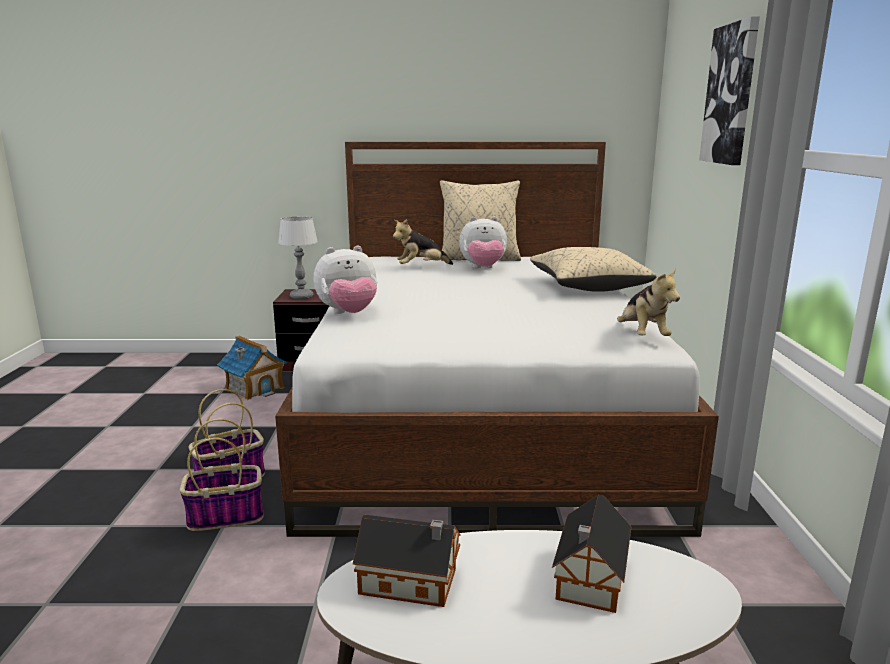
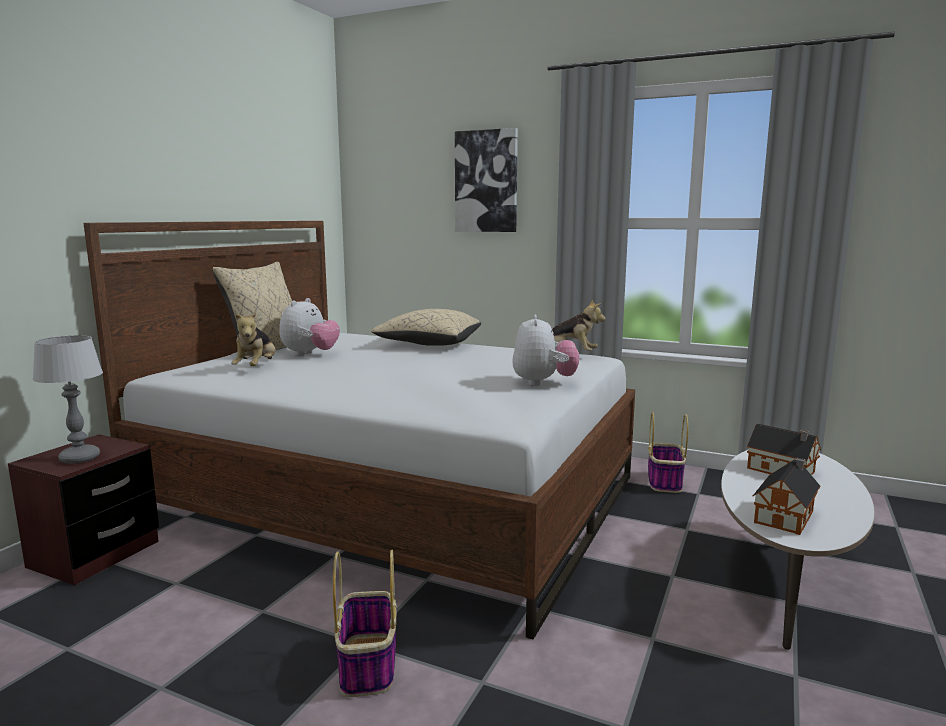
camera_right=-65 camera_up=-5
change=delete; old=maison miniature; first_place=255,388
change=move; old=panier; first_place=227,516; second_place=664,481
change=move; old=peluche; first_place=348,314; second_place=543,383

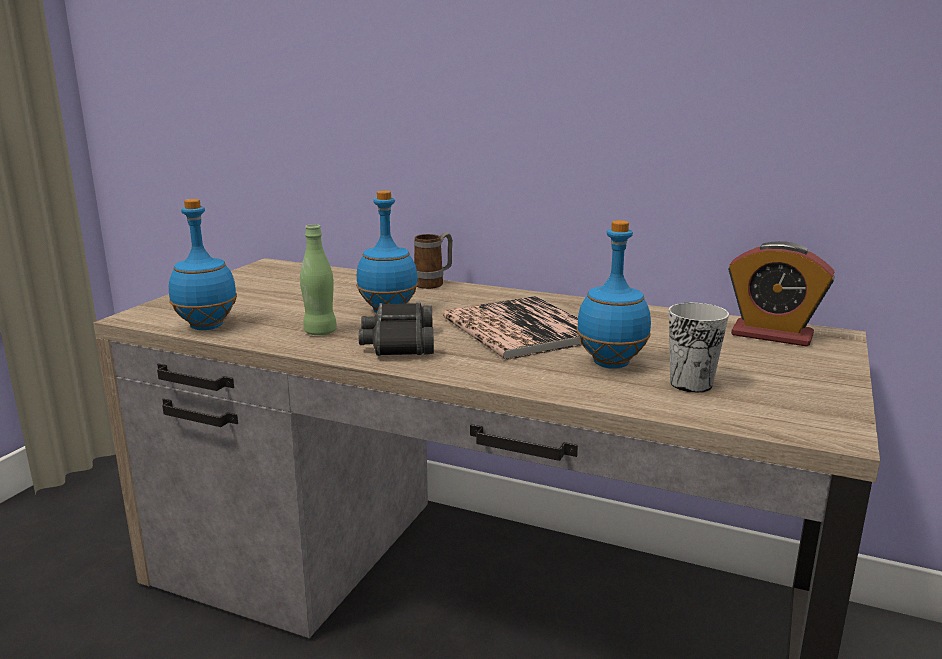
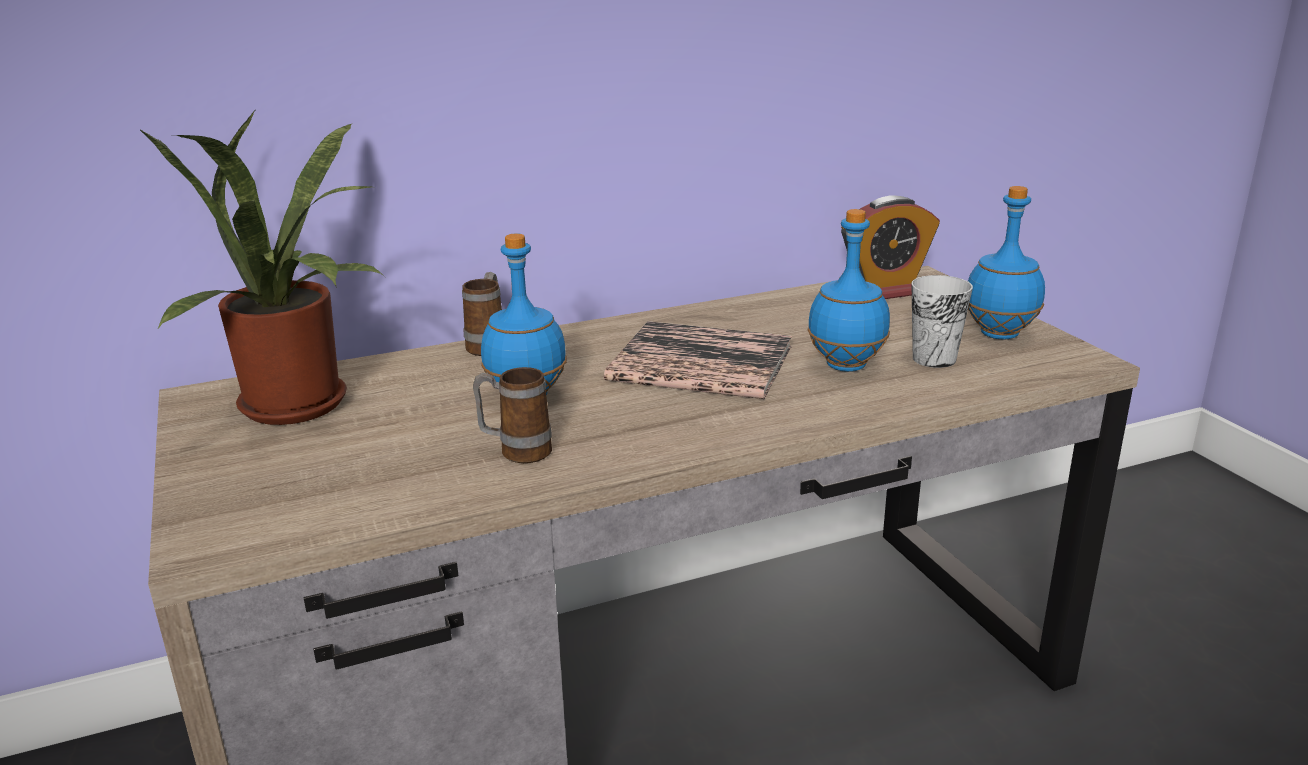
camera_right=-45 camera_up=5
change=delete; old=jumelles (noir); first_place=398,343
change=insert; new=plante en pot; second_place=303,407
change=move; old=bouteille (bleu); first_place=207,326; second_place=998,334
change=replace; old=bouteille (vert); new=mug; first_place=320,332; second_place=516,452

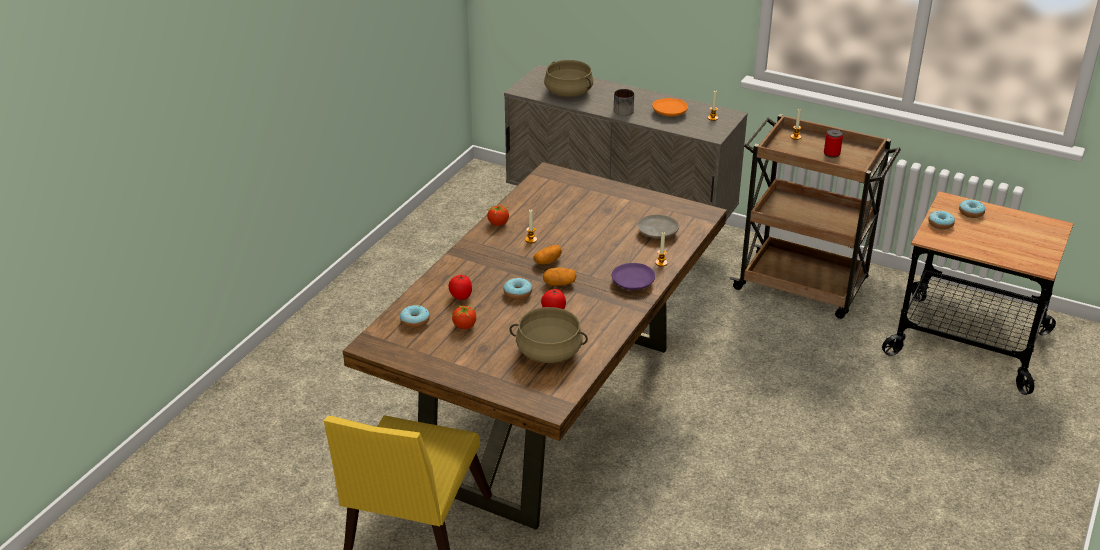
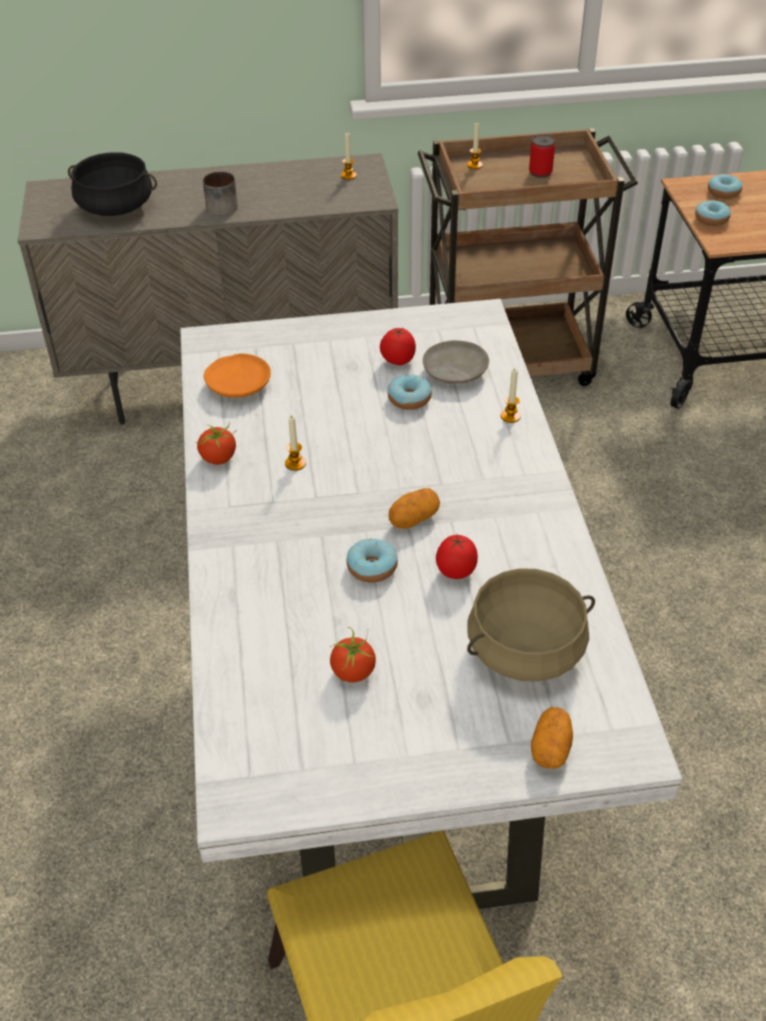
camera_right=-35 camera_up=10
change=delete; old=assiette (violet); first_place=632,283
change=move; old=beignet; first_place=415,321; second_place=409,399
change=move; old=tomate; first_place=461,297; second_place=397,361
change=move; old=pomme de terre; first_place=547,261; second_place=551,748
change=move; old=assiette (orange); first_place=669,112; second_place=239,384
change=recolor; old=table à manger (marron); new=table à manger (blanc); first_place=549,412; second_place=383,697
change=recolor; old=marmite (beige); new=marmite (noir); first_place=569,92; second_place=116,206

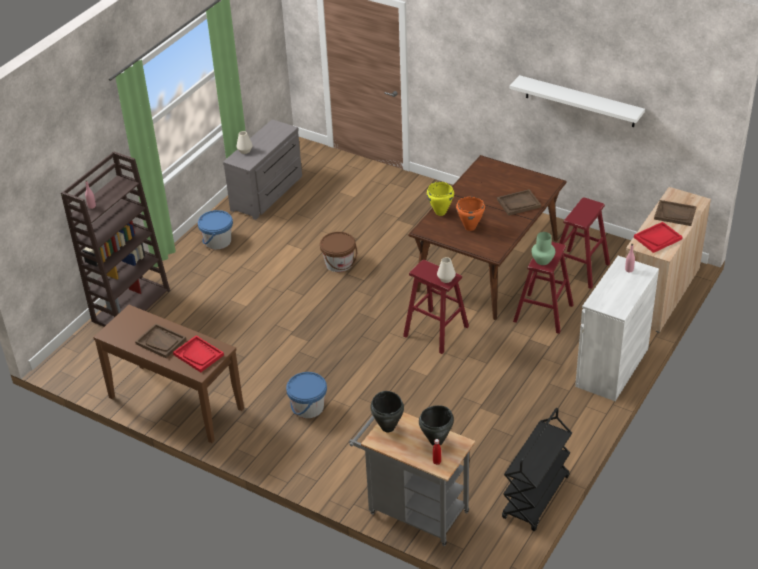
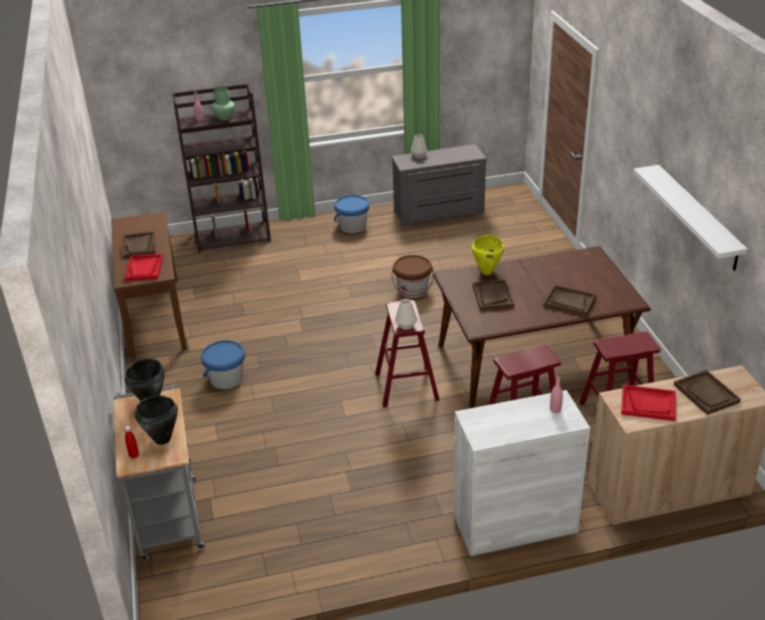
camera_right=45 camera_up=-5
change=delete; old=chariot (noir); first_place=536,498
change=move; old=vase (vert); first_place=542,261; second_place=224,117
change=replace; old=marmite (orange); new=plateau (marron); first_place=470,227; second_place=492,296

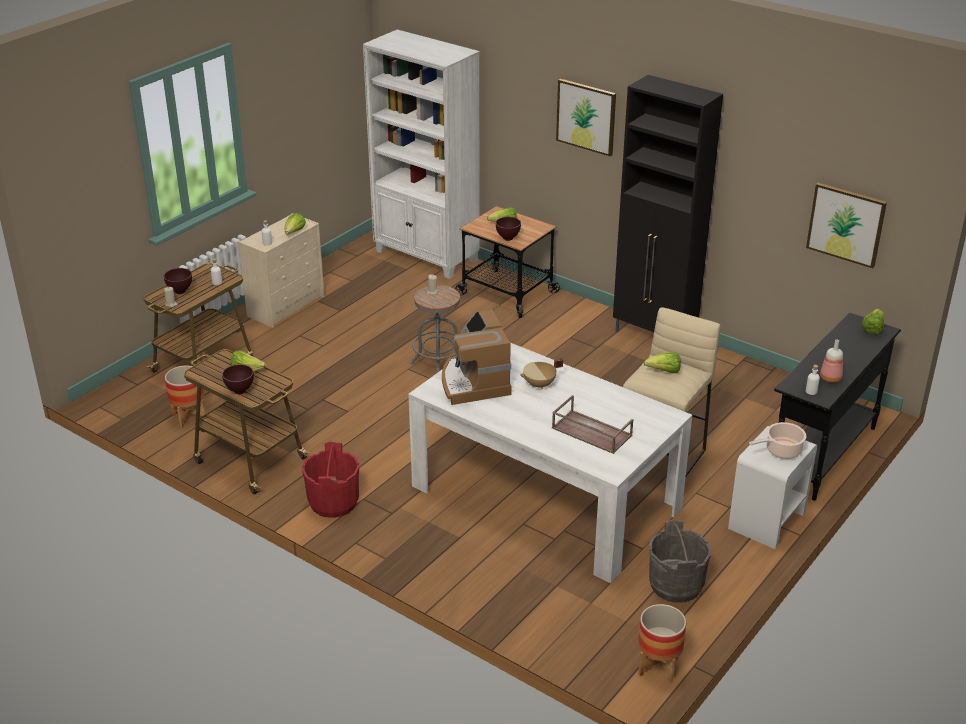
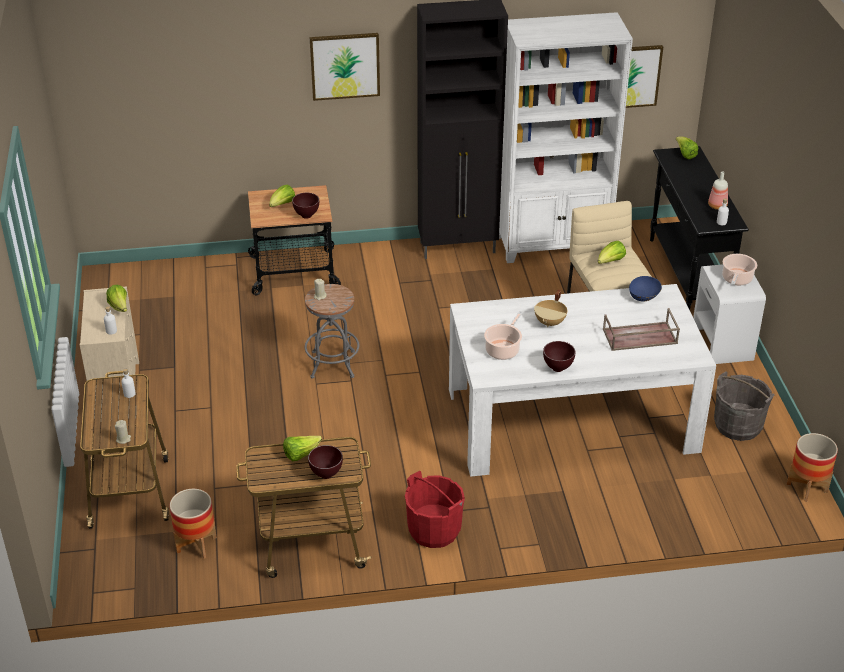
camera_right=-45 camera_up=5
change=insert; new=bol (bleu); second_place=644,297
change=move; old=bol (marron); first_place=180,292; second_place=558,369
change=move; old=bibliothèque (blanc); first_place=426,257; second_place=553,245
change=replace; old=machine à café; new=marmite; first_place=473,382; second_place=503,349

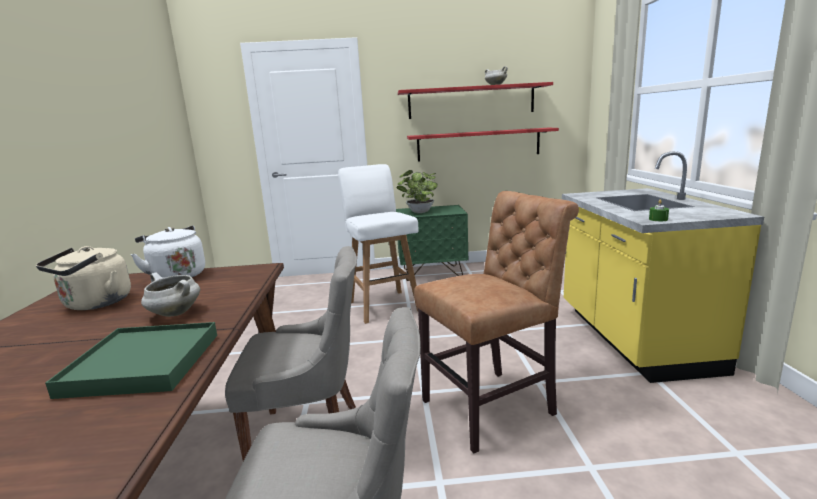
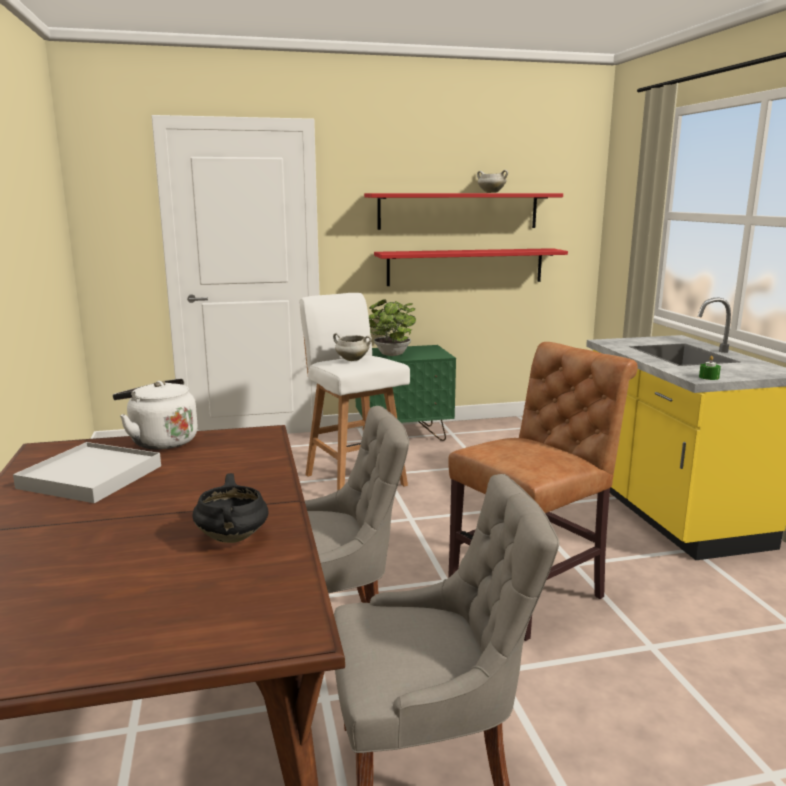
camera_right=-10 camera_up=0
change=move; old=marmite (blanc); first_place=174,313; second_place=351,360
change=replace; old=bouilloire (beige); new=plateau (blanc); first_place=95,304; second_place=90,477
change=replace; old=plateau (vert); new=marmite (noir); first_place=143,364; second_place=233,538

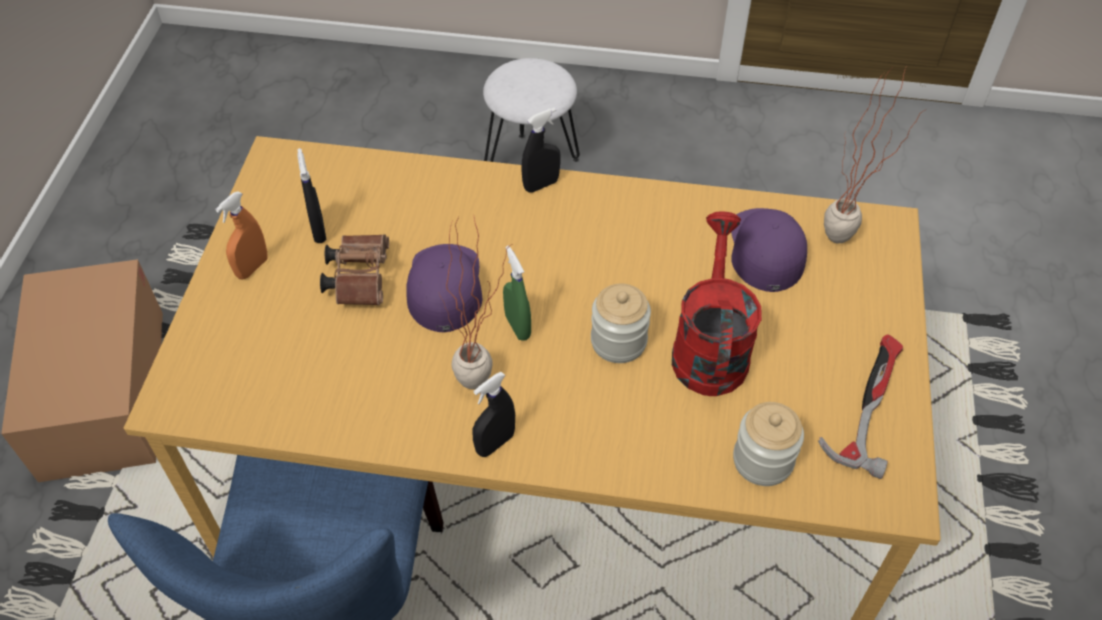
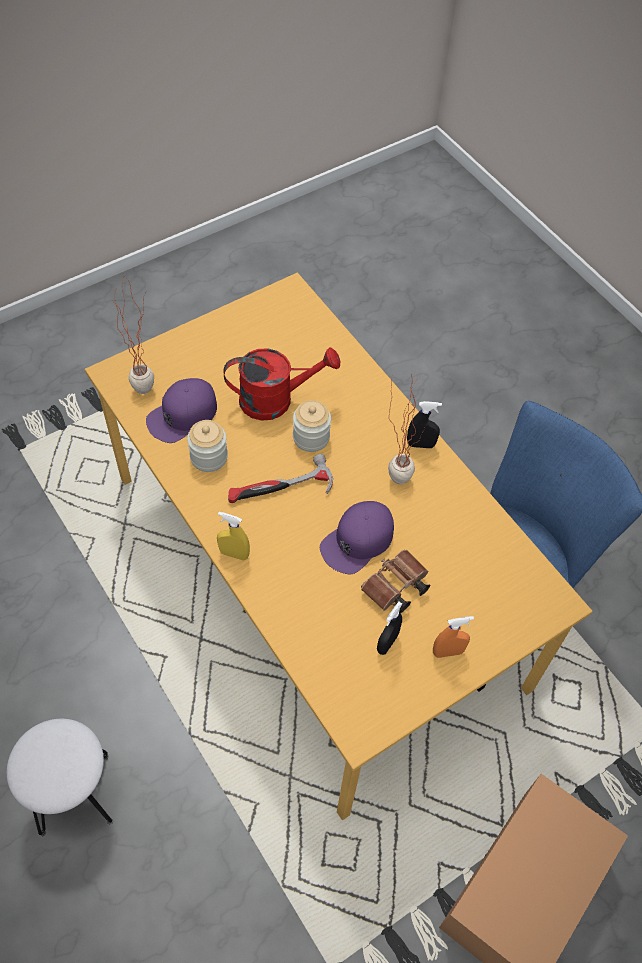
camera_right=-135 camera_up=5
change=delete; old=vaporisateur (vert); first_place=517,326
change=move; old=bocal; first_place=763,460; second_place=209,457
change=move; old=marteau; first_place=866,404; second_place=280,489
change=recolor; old=vaporisateur (noir); new=vaporisateur (jaune); first_place=541,185; second_place=234,554
change=rotate; old=arrosoir (rouge); first_place=709,347; second_place=276,399; degrees=-150

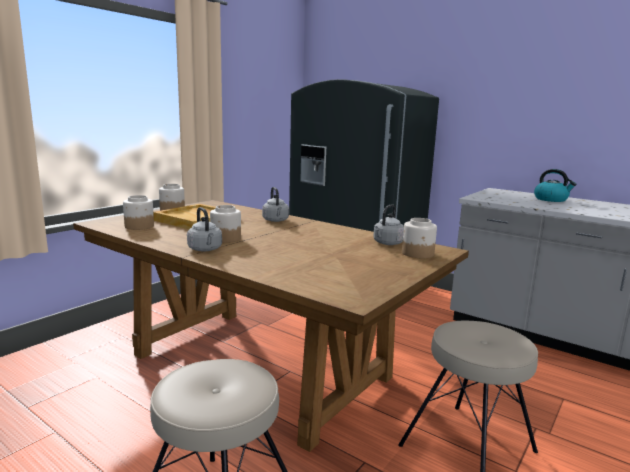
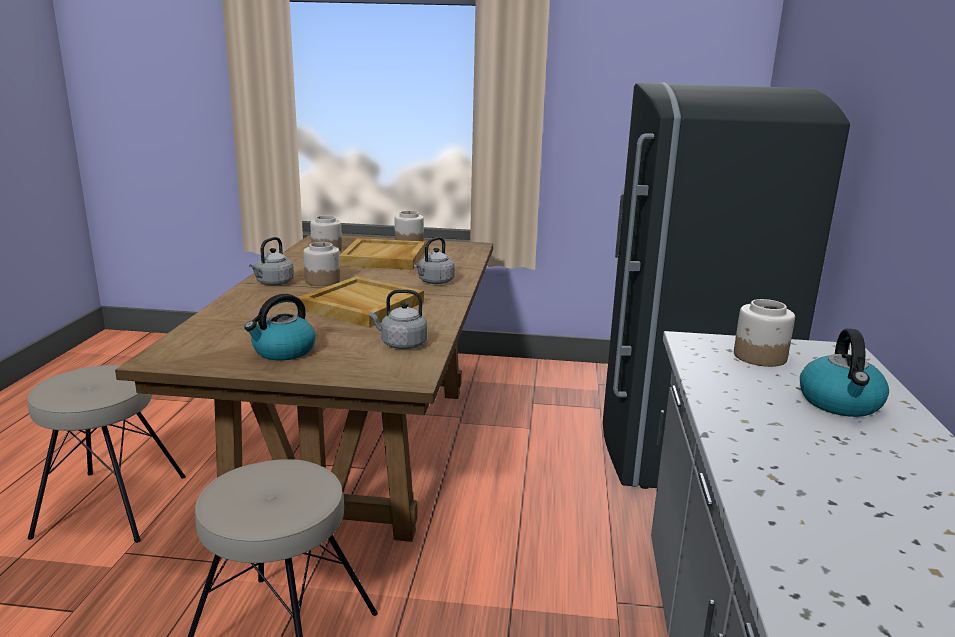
camera_right=60 camera_up=5
change=insert; new=bouilloire; second_place=283,351
change=insert; new=plateau (beige); second_place=361,306
change=move; old=bocal; first_place=418,254; second_place=759,357

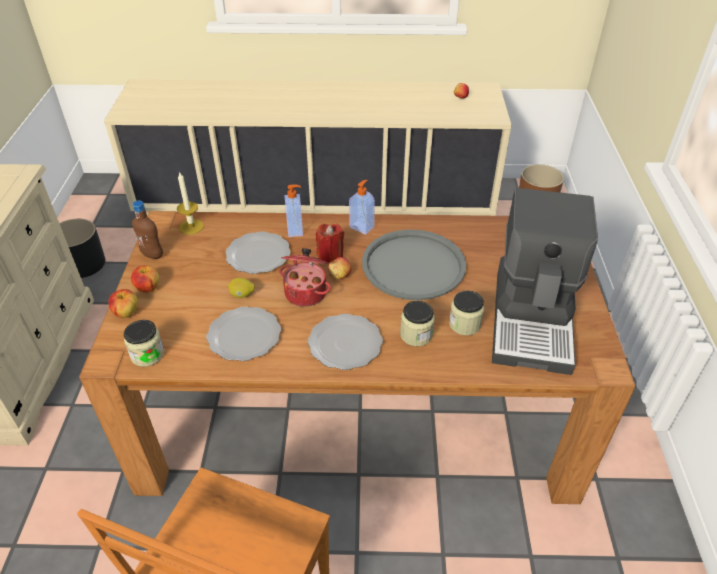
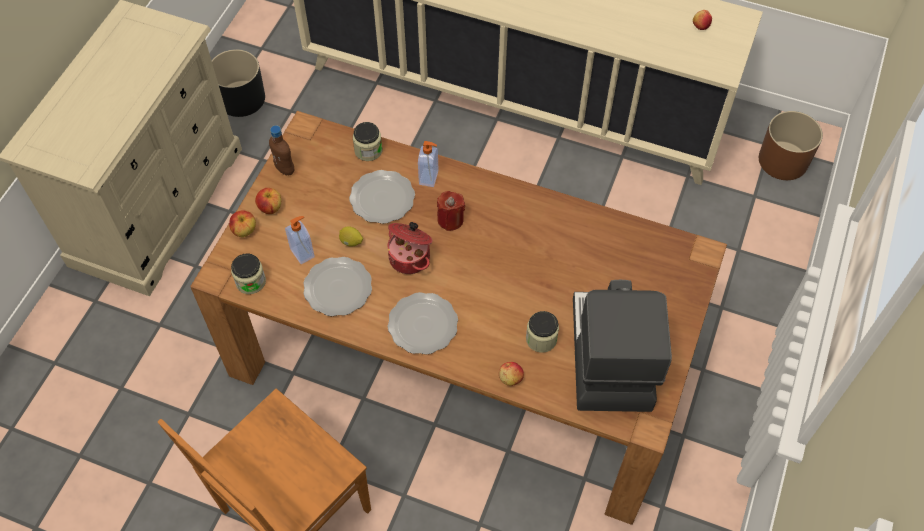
camera_right=20 camera_up=15
change=delete; old=bougie; first_place=191,226
change=delete; old=plateau (gris); first_place=413,265
change=move; old=pomme; first_place=339,275; second_place=510,378
change=move; old=distributeur de savon; first_place=362,227; second_place=303,252
change=move; old=bocal; first_place=416,335; second_place=368,150
change=rotate; old=machine à café; first_place=533,320; second_place=609,355; degrees=150

